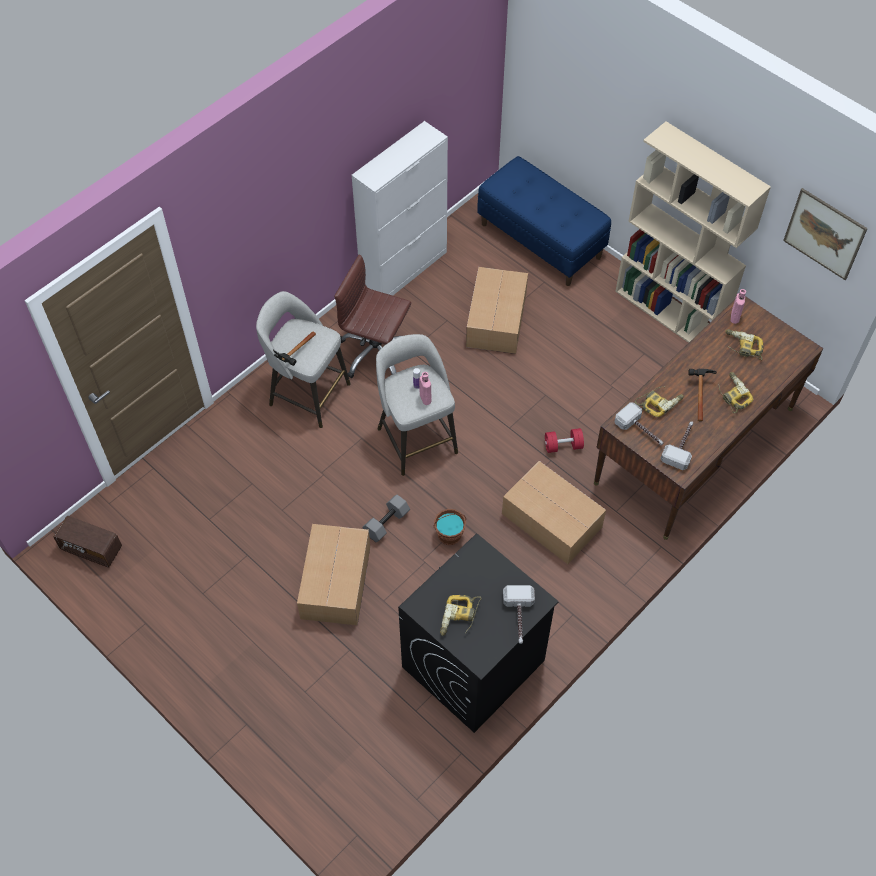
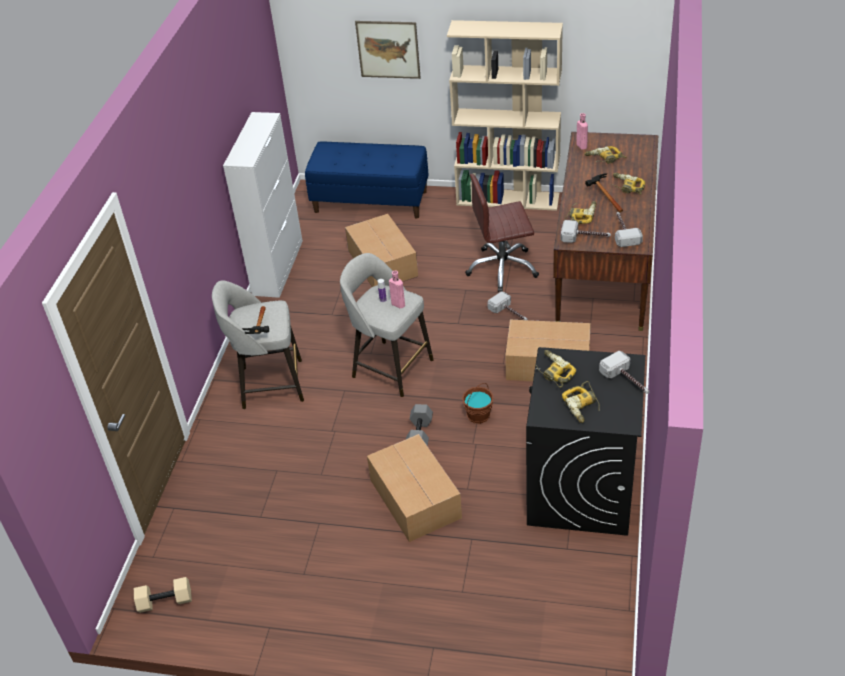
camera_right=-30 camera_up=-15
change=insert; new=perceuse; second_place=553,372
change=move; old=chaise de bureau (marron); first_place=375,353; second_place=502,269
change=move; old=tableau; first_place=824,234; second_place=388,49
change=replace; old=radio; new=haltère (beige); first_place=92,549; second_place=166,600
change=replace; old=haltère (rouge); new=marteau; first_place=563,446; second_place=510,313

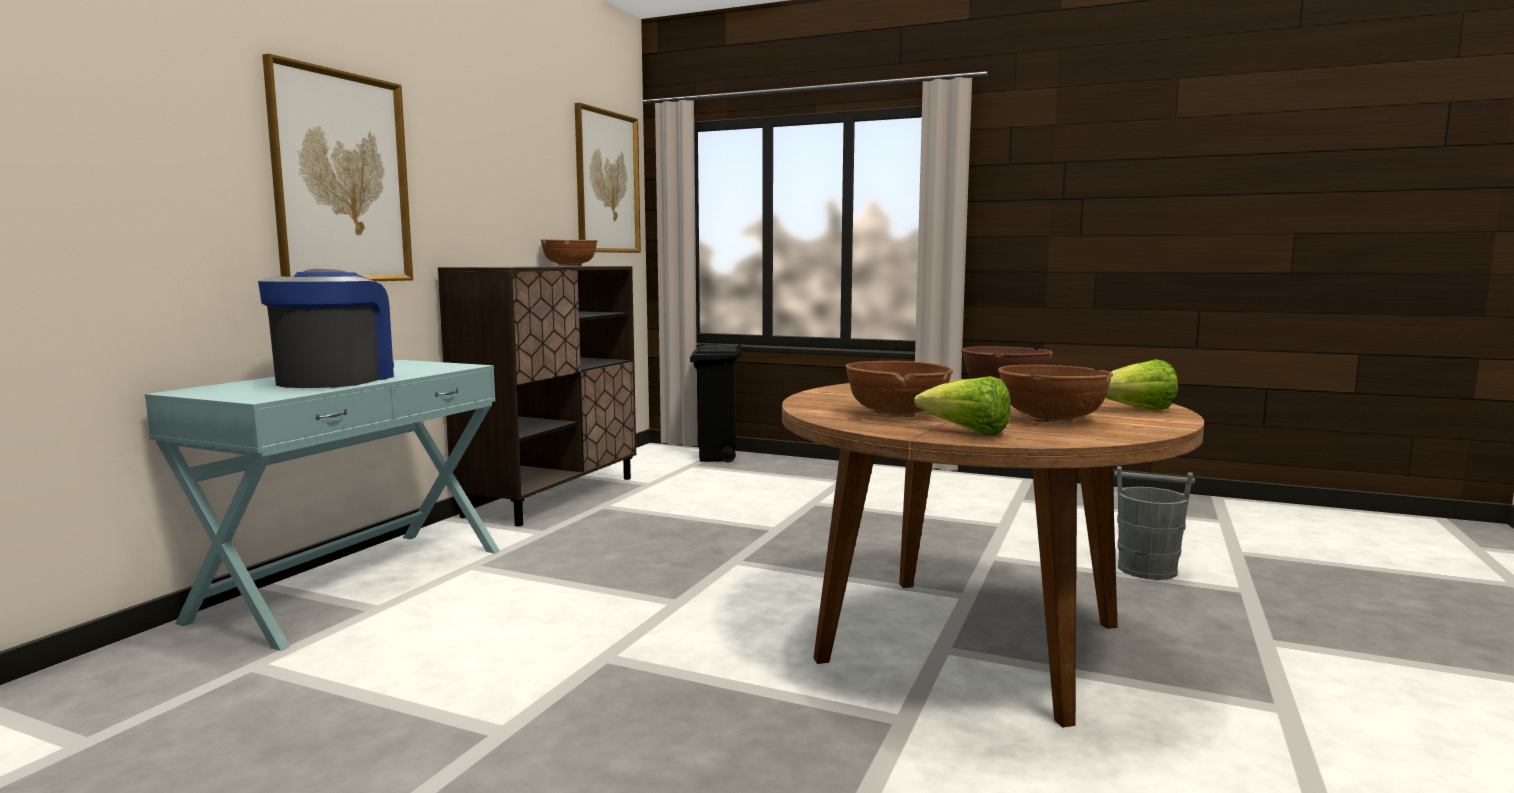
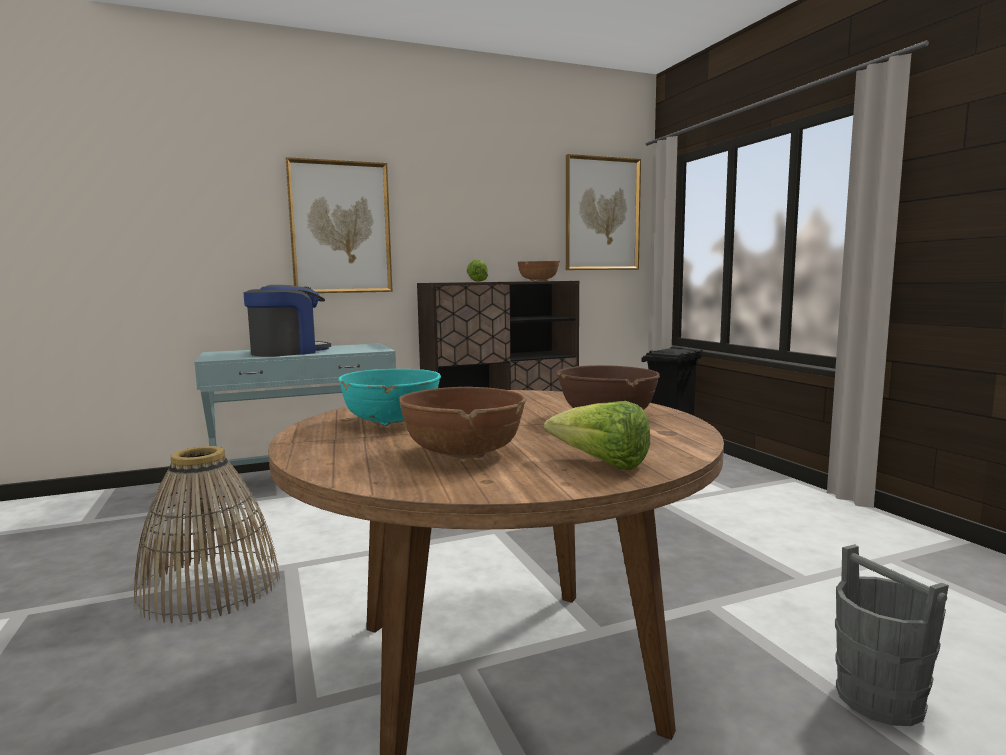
camera_right=45 camera_up=0
change=insert; new=panier; second_place=210,587
change=move; old=laitue; first_place=967,433; second_place=476,281
change=recolor; old=bol (marron); new=bol (turquoise); first_place=897,414; second_place=392,421

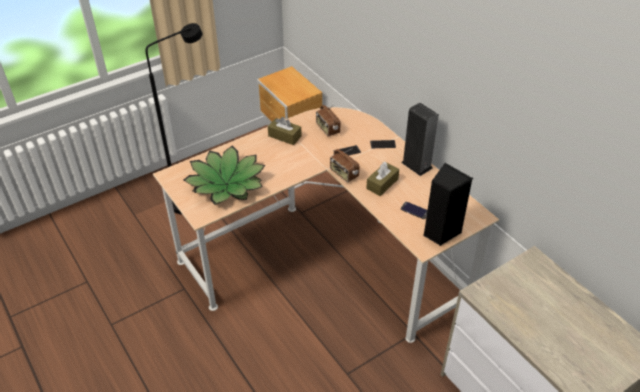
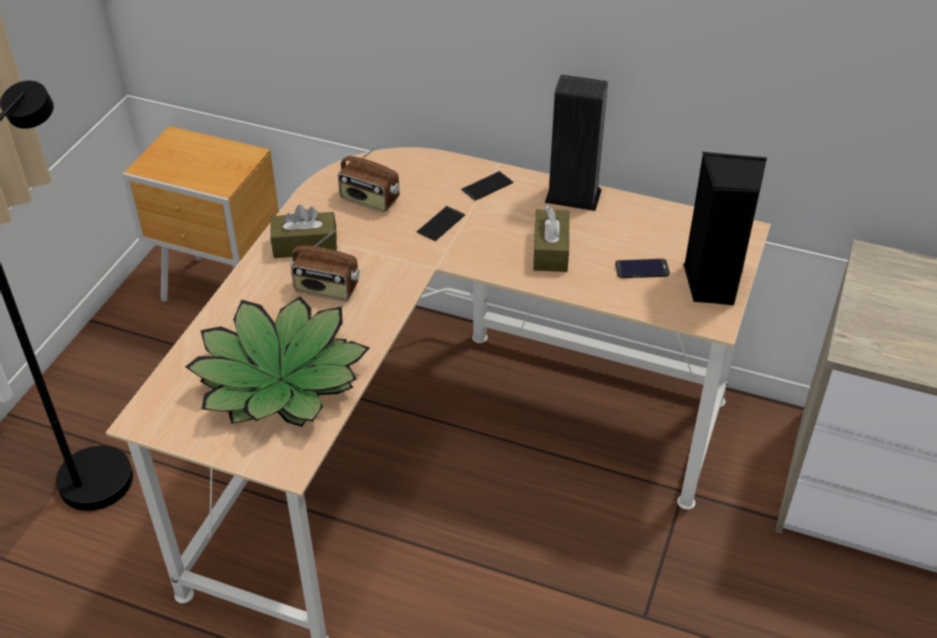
camera_right=-35 camera_up=0
change=move; old=radio; first_place=343,174; second_place=326,290

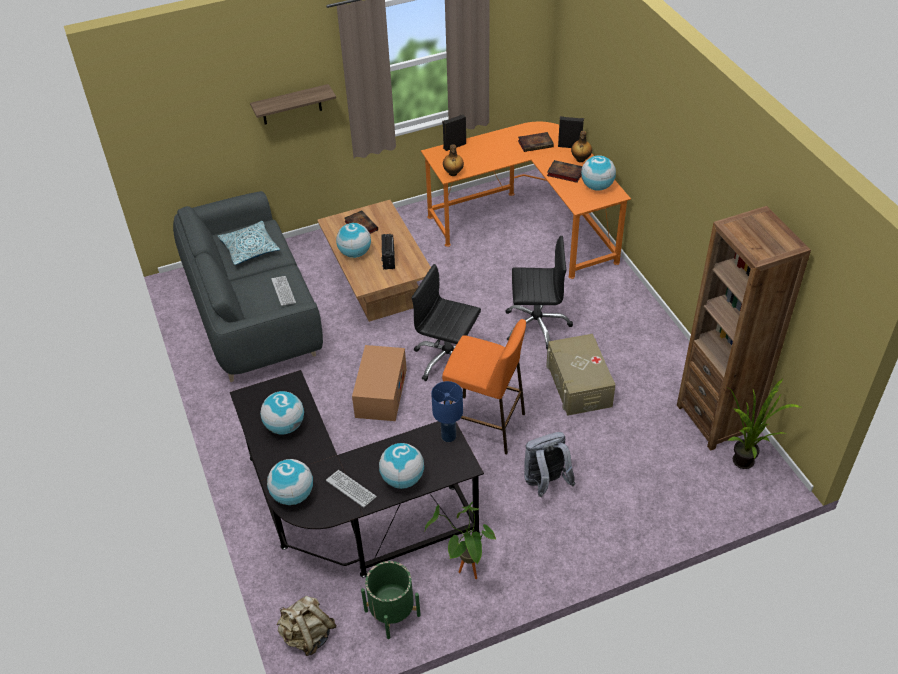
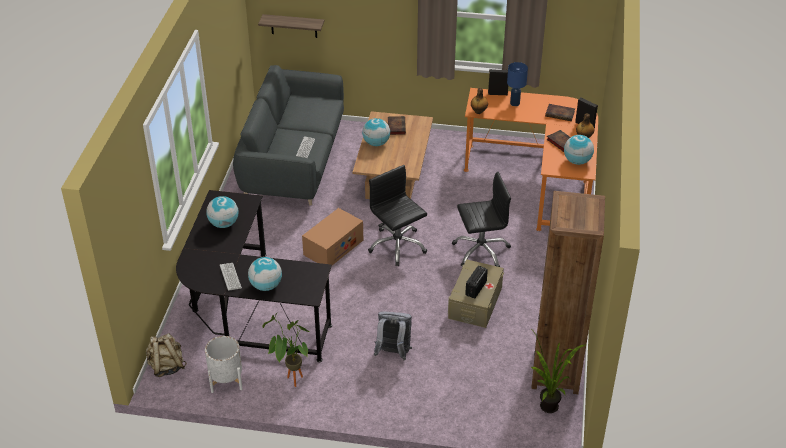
camera_right=30 camera_up=-5
change=delete; old=coussin; first_place=249,248
change=delete; old=globe; first_place=293,495
change=delete; old=tabouret (orange); first_place=485,424
change=move; old=étagère; first_place=291,105; second_place=294,26
change=move; old=radio; first_place=388,259; second_place=475,289
change=move; old=lampe de table (bleu); first_place=448,436; second_place=514,103
change=recolor; old=cache-pot (vert); new=cache-pot (blanc); first_place=392,613; second_place=226,379
change=rotate; old=chaise de bureau (noir); first_place=536,325; second_place=481,251; degrees=-45

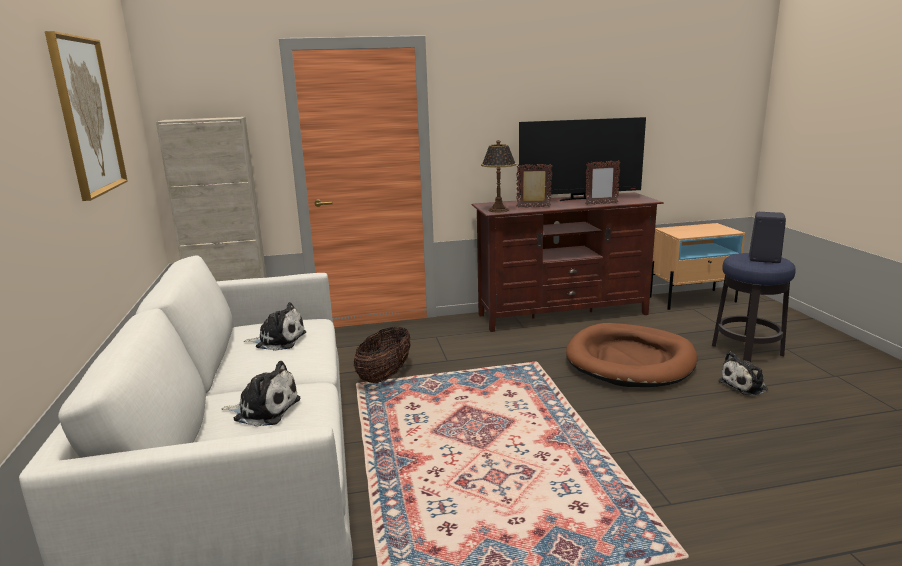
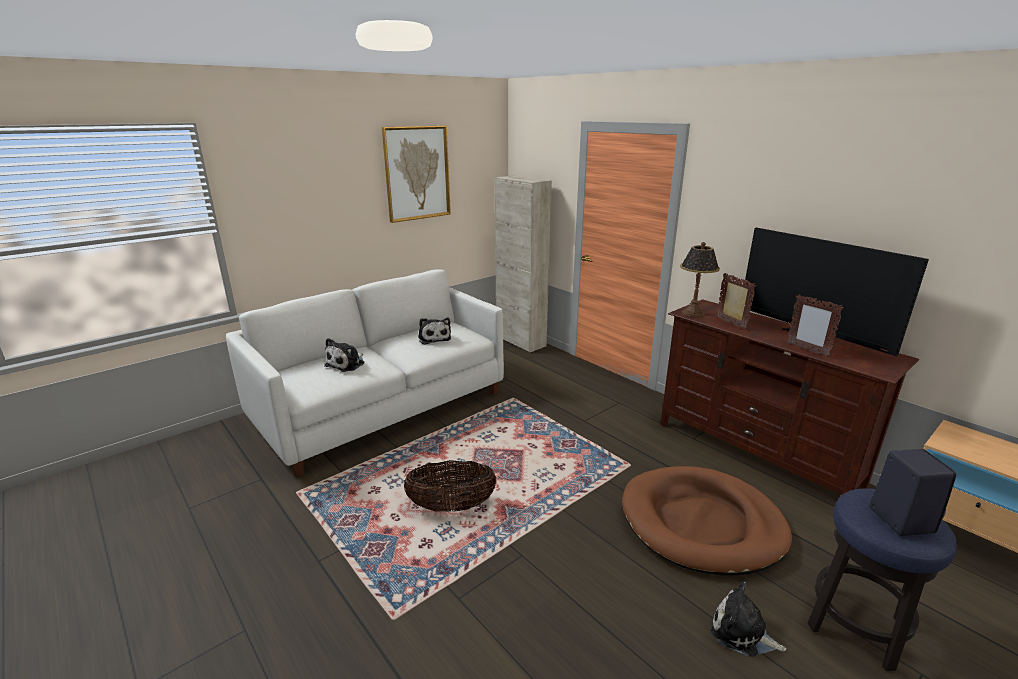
camera_right=60 camera_up=5
change=move; old=panier; first_place=385,375; second_place=451,506
change=rotate; old=peluche; first_place=264,409; second_place=347,364; degrees=45

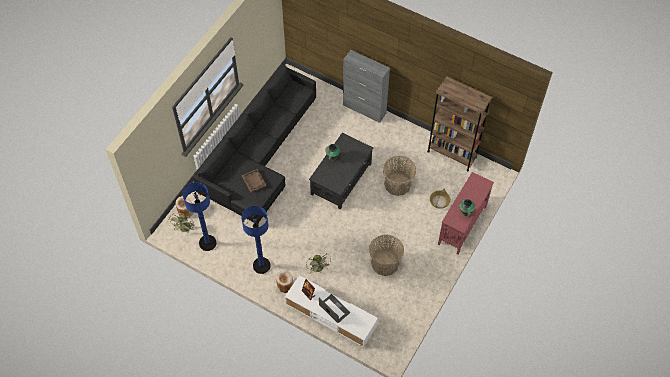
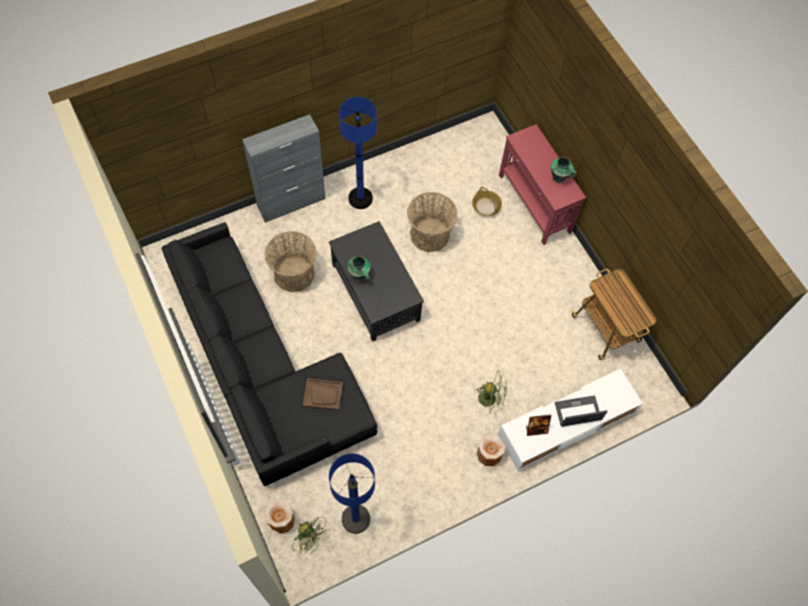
camera_right=-60 camera_up=5
change=delete; old=bibliothèque (marron); first_place=452,154
change=insert; new=chariot; second_place=606,330
change=move; old=lampadaire (bleu); first_place=261,265; second_place=360,198
change=move; old=panier; first_place=385,263; second_place=294,274

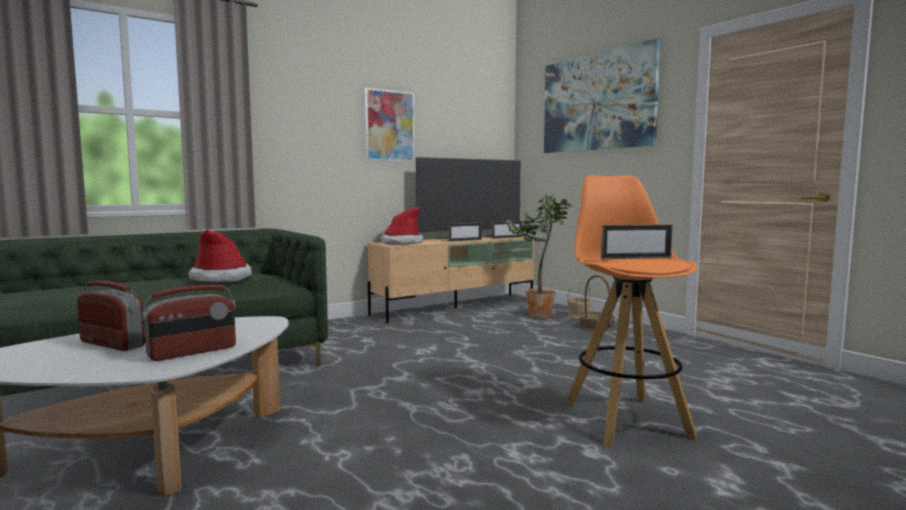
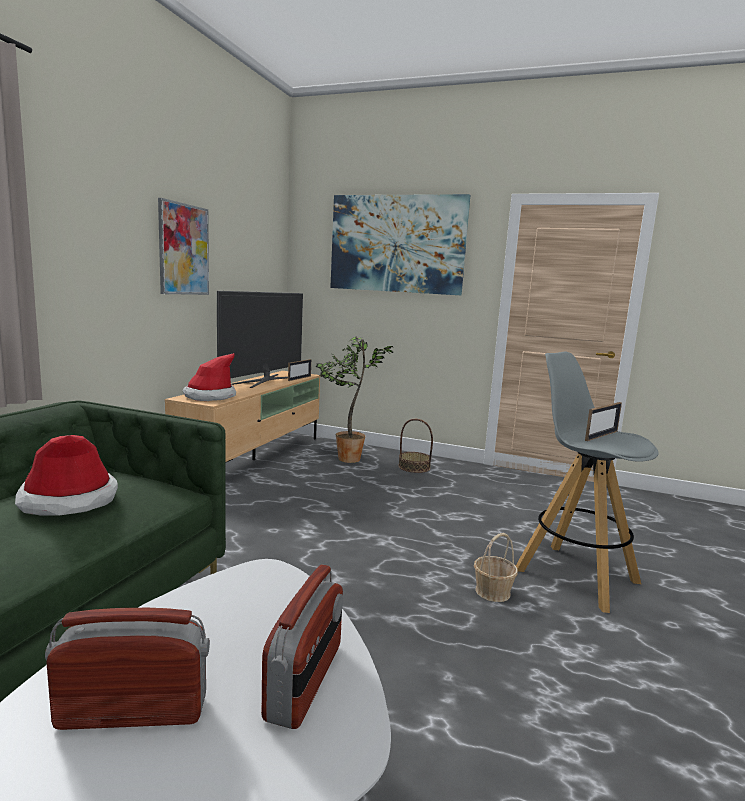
camera_right=-35 camera_up=5
change=delete; old=cadre photo; first_place=465,240
change=move; old=panier; first_place=578,316; second_place=492,592
change=recolor; old=tabouret (orange); new=tabouret (gris); first_place=625,418; second_place=575,575

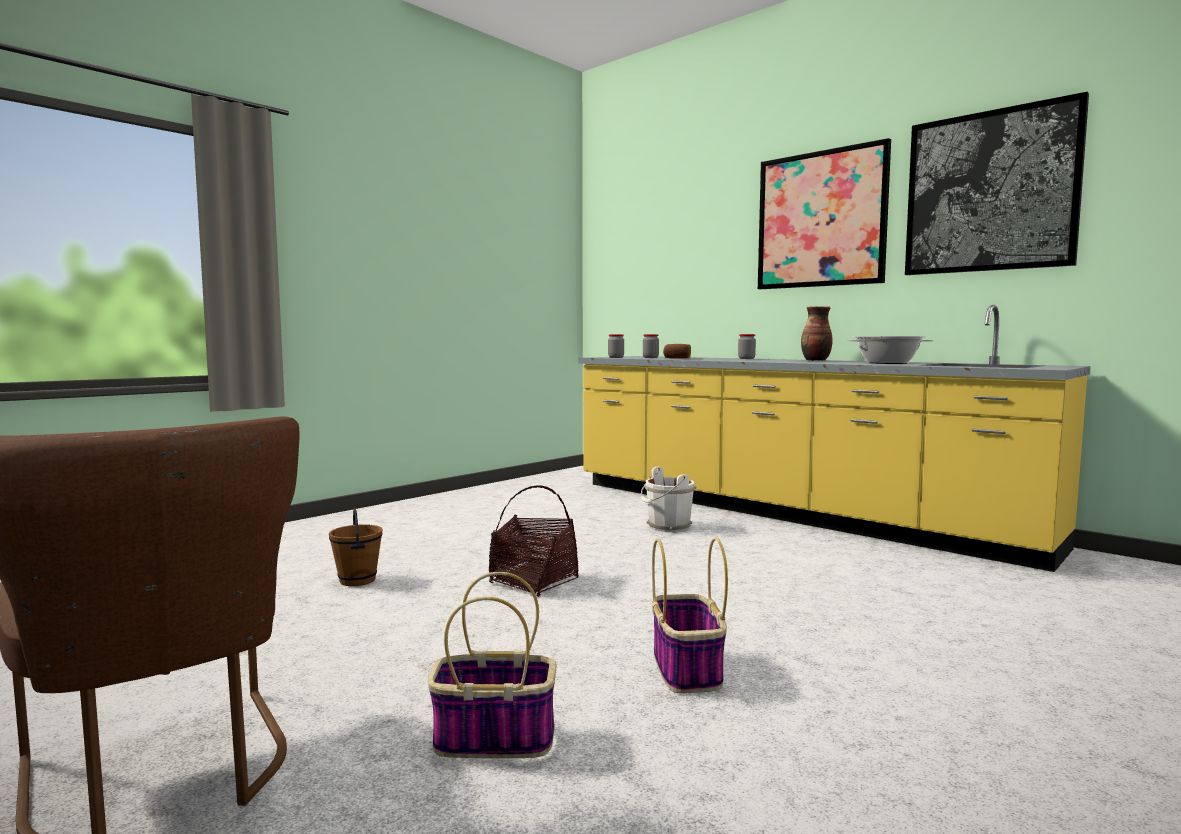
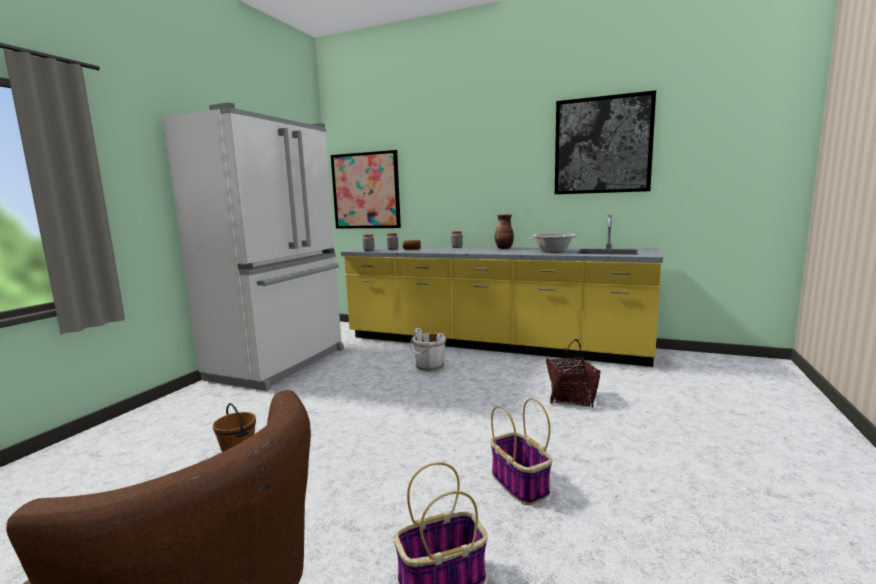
camera_right=-20 camera_up=5
change=insert; new=réfrigérateur (blanc); second_place=281,364
change=move; old=panier; first_place=533,581; second_place=571,398
change=move; old=tableau; first_place=821,219; second_place=366,191

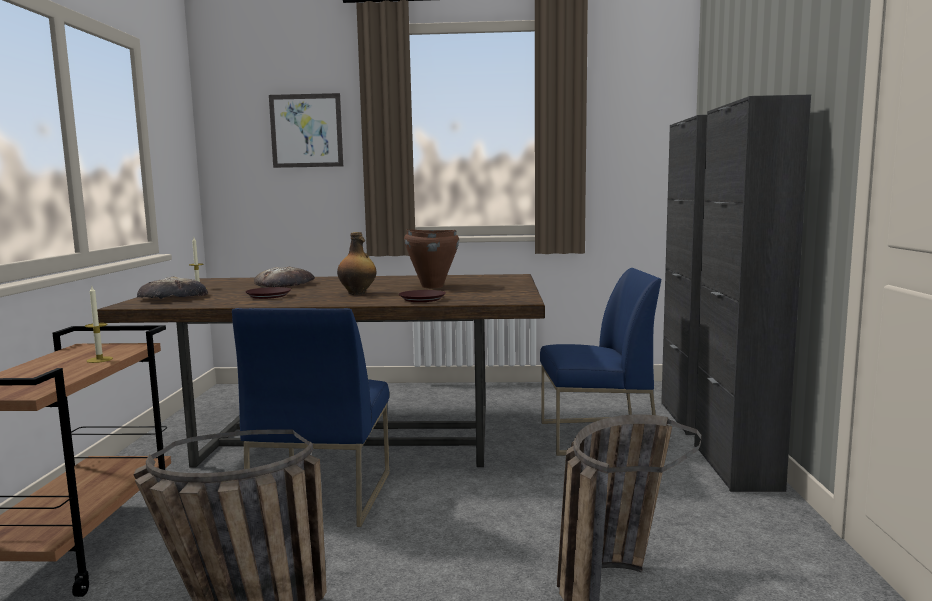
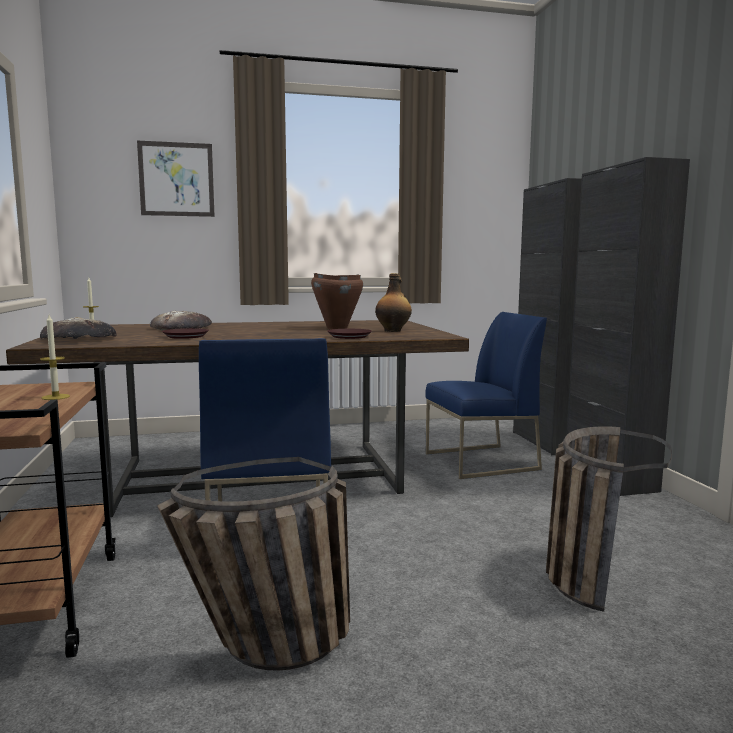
camera_right=-15 camera_up=0
change=move; old=bouteille; first_place=357,293; second_place=393,331

